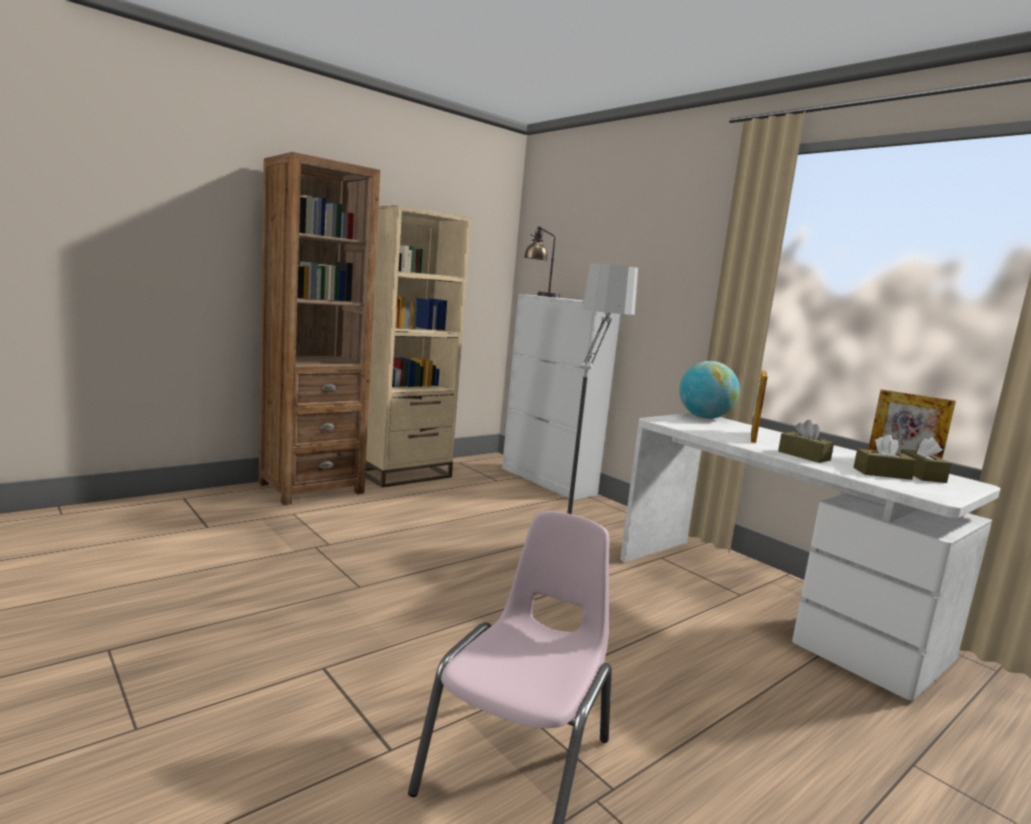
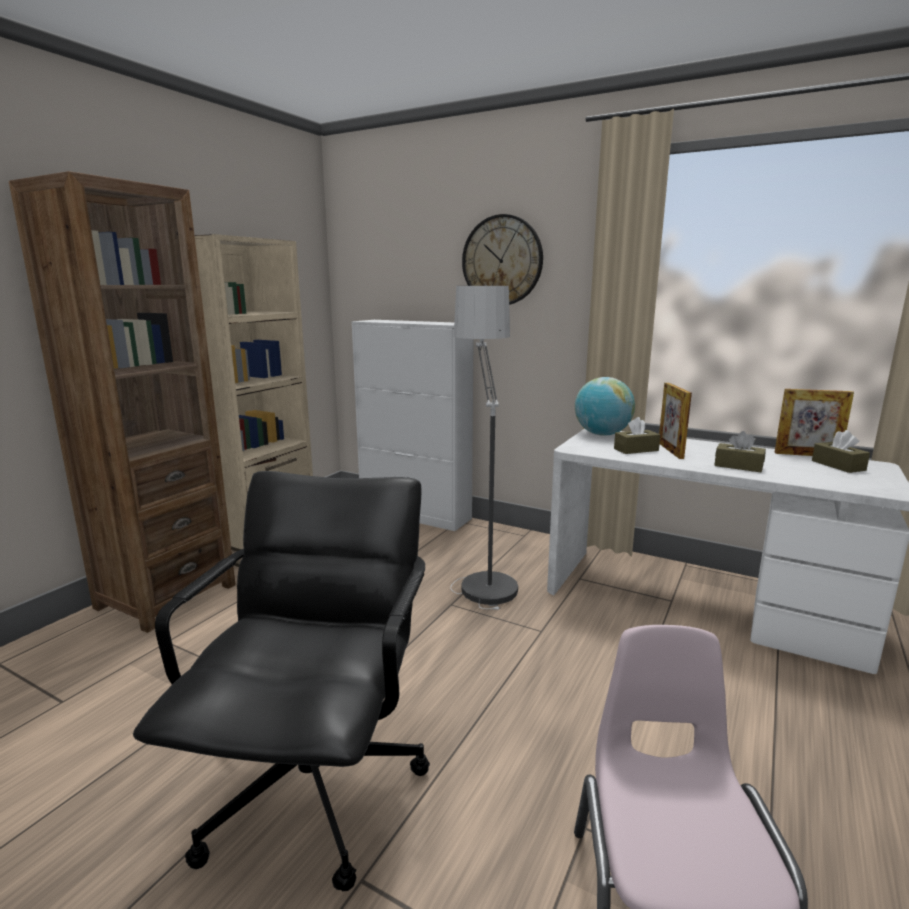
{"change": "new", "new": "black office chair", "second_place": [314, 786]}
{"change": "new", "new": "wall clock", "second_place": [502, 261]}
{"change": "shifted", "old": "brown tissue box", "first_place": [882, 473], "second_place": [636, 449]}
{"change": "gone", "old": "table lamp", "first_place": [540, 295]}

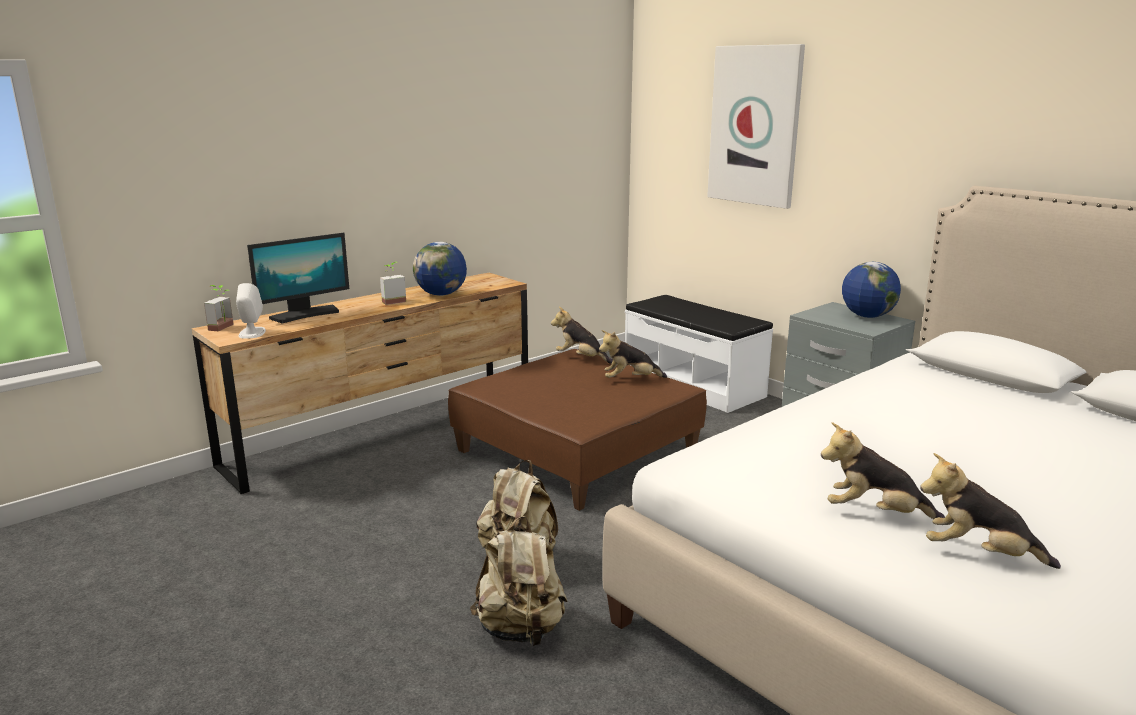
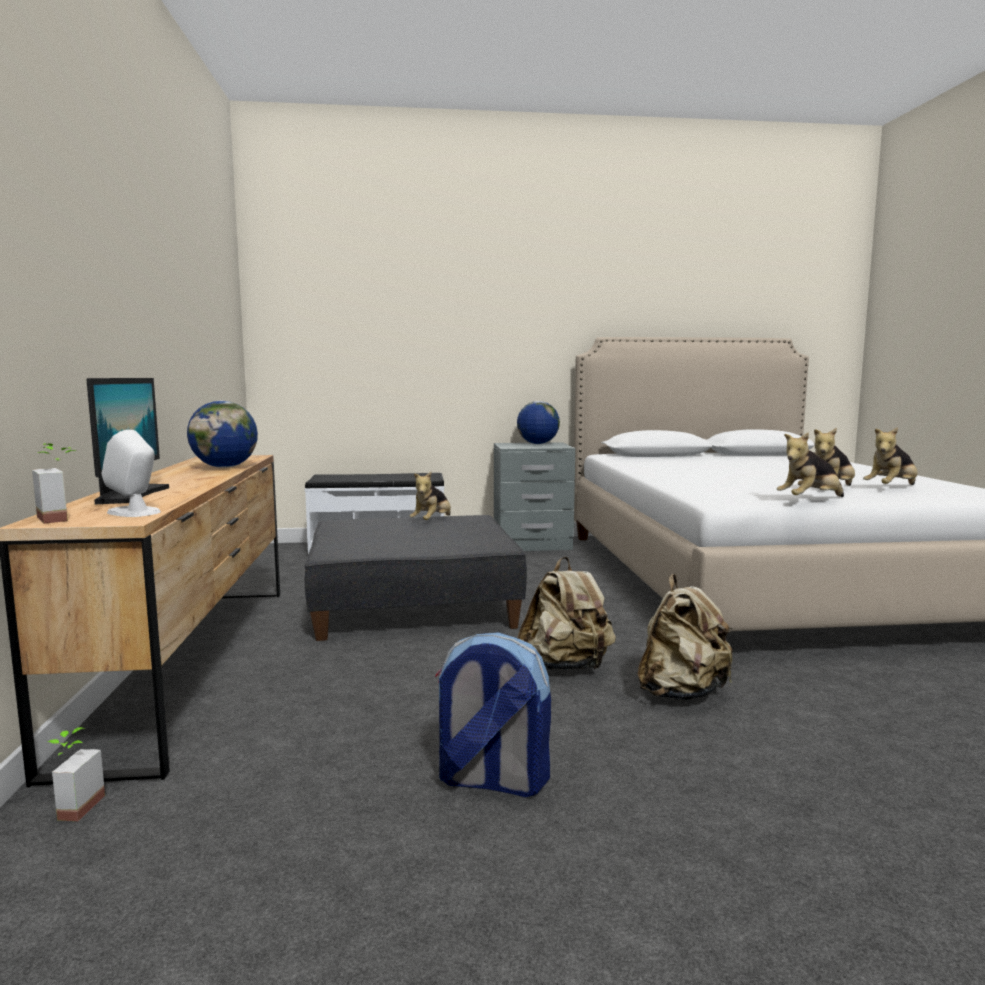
{"change": "shifted", "old": "potted plant", "first_place": [392, 301], "second_place": [73, 807]}
{"change": "repainted", "old": "brown ottoman", "new": "grey ottoman", "first_place": [578, 451], "second_place": [414, 603]}
{"change": "new", "new": "backpack", "second_place": [491, 780]}
{"change": "shifted", "old": "plush toy", "first_place": [581, 358], "second_place": [810, 500]}
{"change": "gone", "old": "picture", "first_place": [755, 126]}

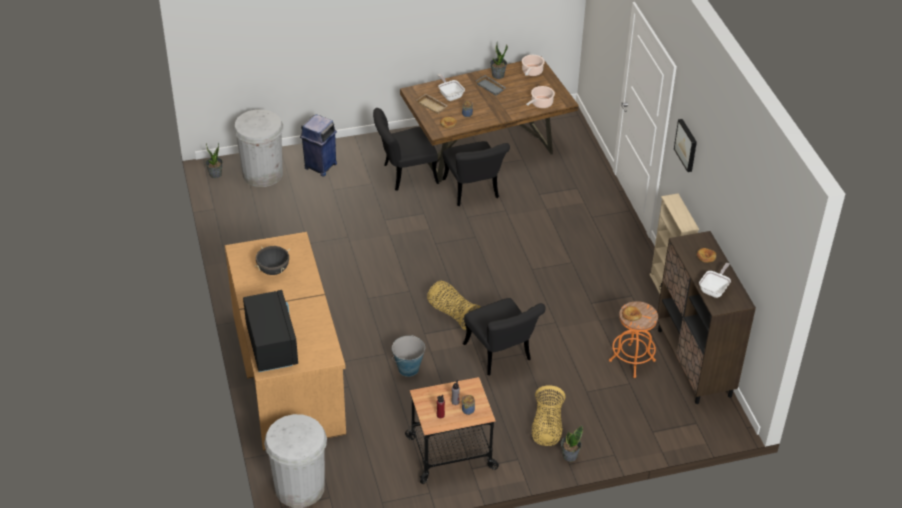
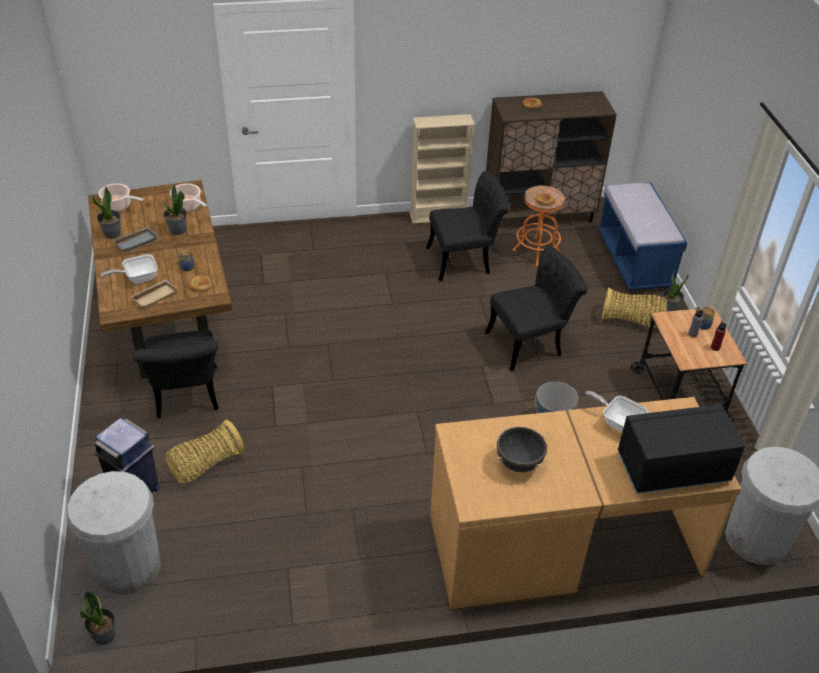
{"change": "new", "new": "potted plant", "second_place": [177, 230]}
{"change": "shifted", "old": "basket", "first_place": [452, 313], "second_place": [205, 465]}
{"change": "shifted", "old": "black chair", "first_place": [473, 192], "second_place": [465, 260]}
{"change": "shifted", "old": "frying pan", "first_place": [714, 289], "second_place": [618, 422]}
{"change": "new", "new": "blue bench", "second_place": [634, 261]}
{"change": "gone", "old": "picture", "first_place": [687, 145]}

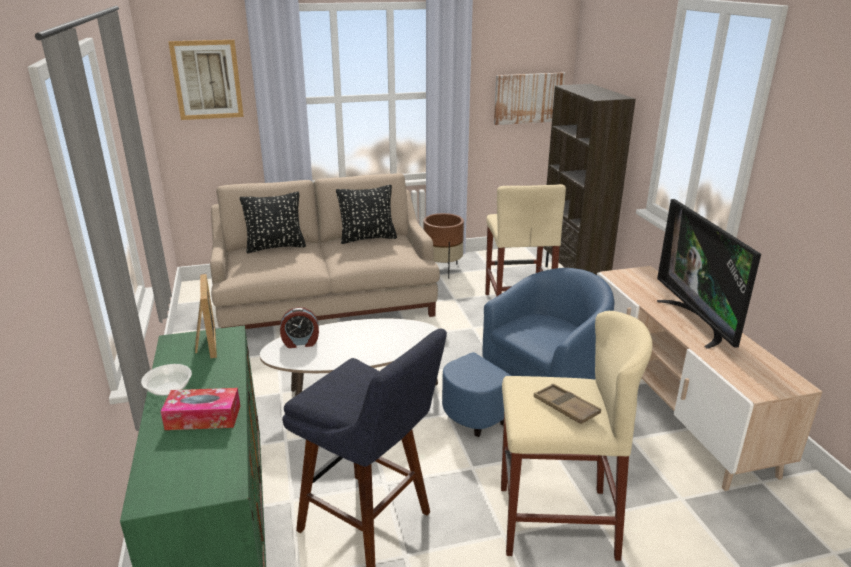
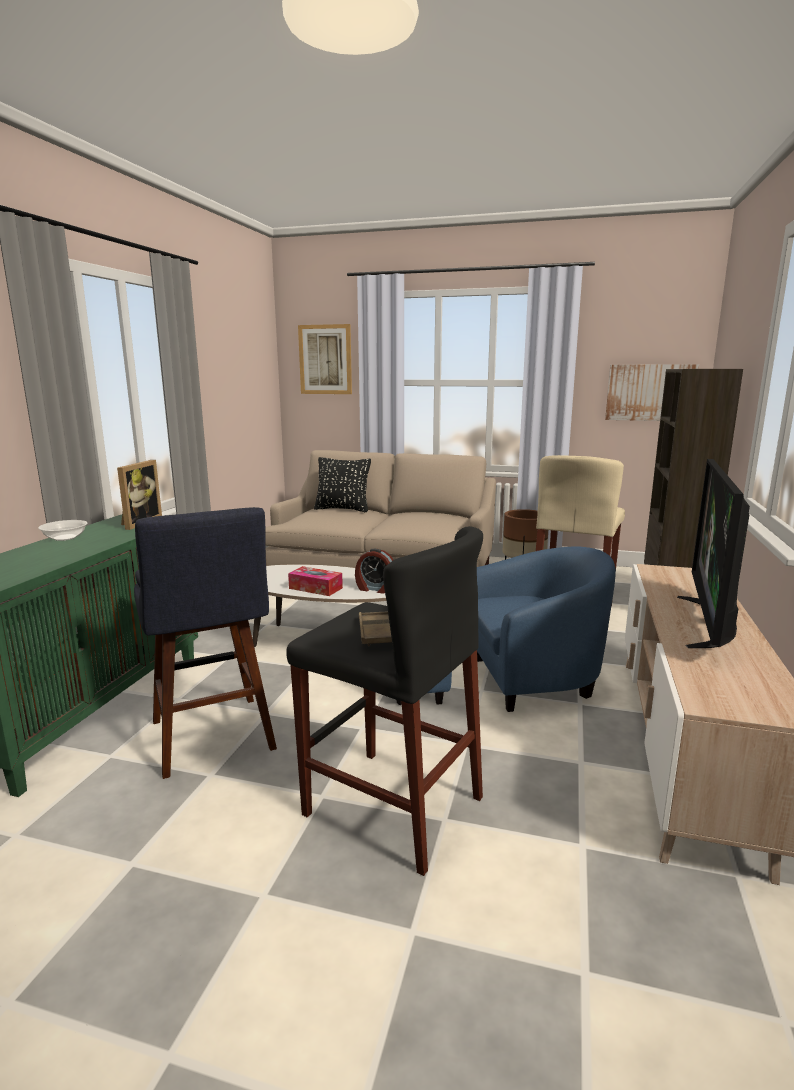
{"change": "repainted", "old": "beige stool", "new": "black stool", "first_place": [556, 521], "second_place": [393, 806]}
{"change": "shifted", "old": "tissue box", "first_place": [203, 417], "second_place": [315, 588]}
{"change": "shifted", "old": "alarm clock", "first_place": [300, 343], "second_place": [375, 589]}
{"change": "gone", "old": "black pillow", "first_place": [367, 238]}

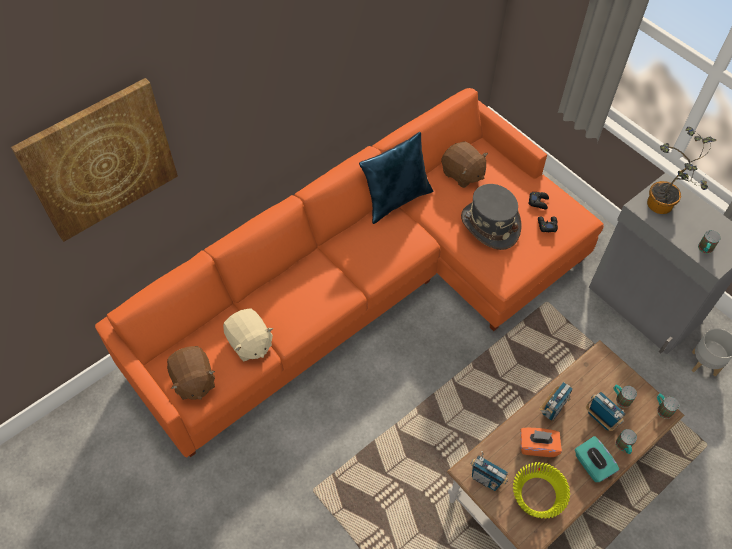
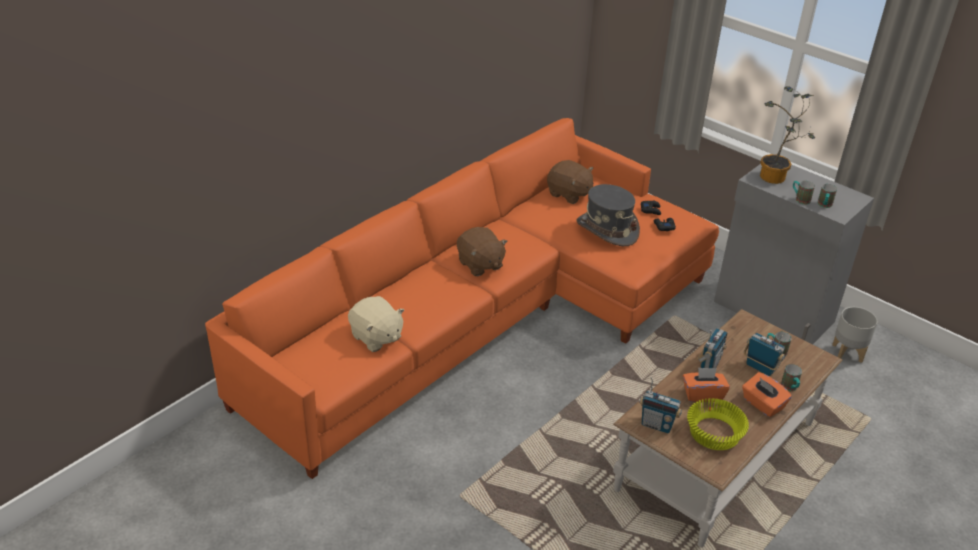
{"change": "shifted", "old": "brown plush toy", "first_place": [194, 381], "second_place": [480, 264]}
{"change": "repainted", "old": "turquoise tissue box", "new": "orange tissue box", "first_place": [592, 465], "second_place": [762, 404]}
{"change": "shifted", "old": "mug", "first_place": [662, 408], "second_place": [799, 199]}
{"change": "gone", "old": "picture", "first_place": [100, 160]}
{"change": "gone", "old": "blue pillow", "first_place": [396, 199]}

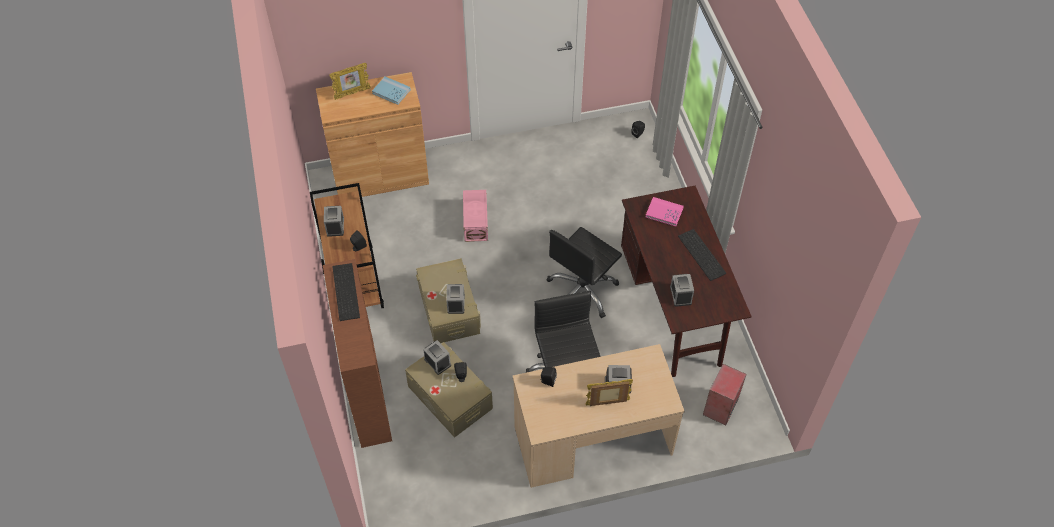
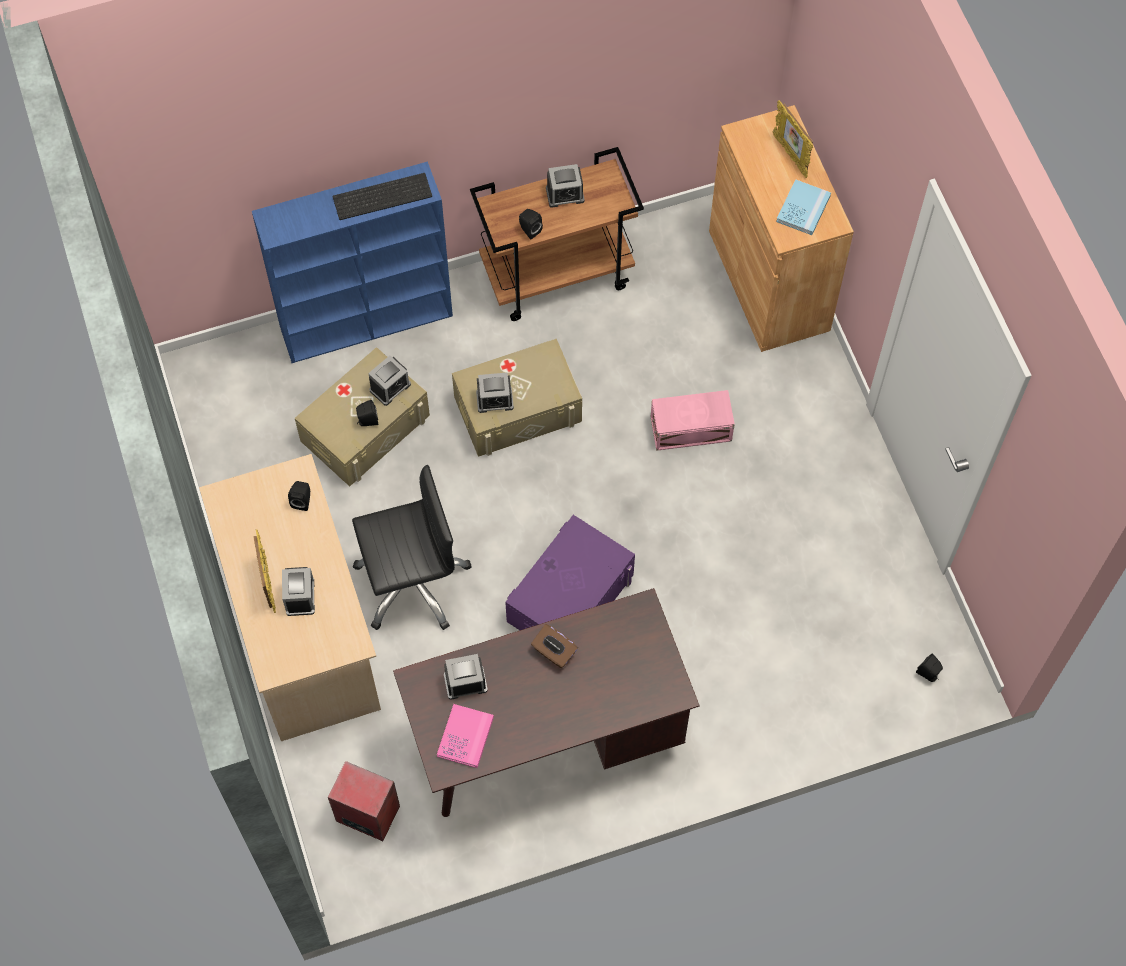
{"change": "repainted", "old": "brown bookcase", "new": "blue bookcase", "first_place": [367, 392], "second_place": [368, 320]}
{"change": "shifted", "old": "pink book", "first_place": [664, 213], "second_place": [465, 737]}
{"change": "swapped", "old": "black office chair", "new": "purple storage box", "first_place": [582, 291], "second_place": [570, 598]}
{"change": "new", "new": "brown tissue box", "second_place": [554, 652]}
{"change": "gone", "old": "keyboard", "first_place": [703, 255]}

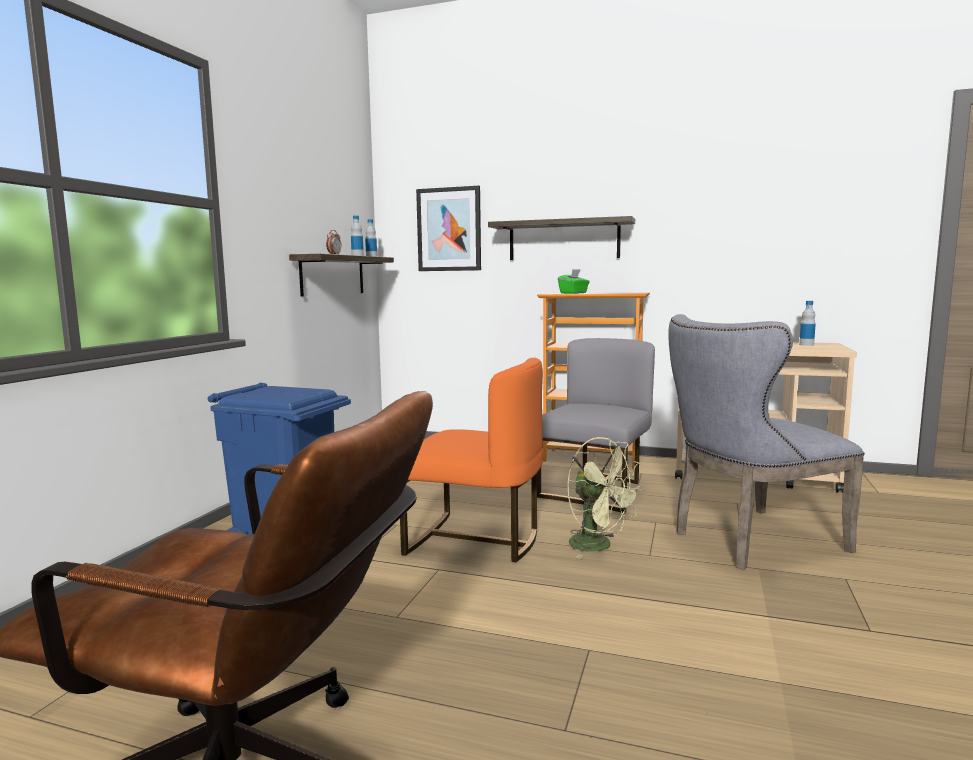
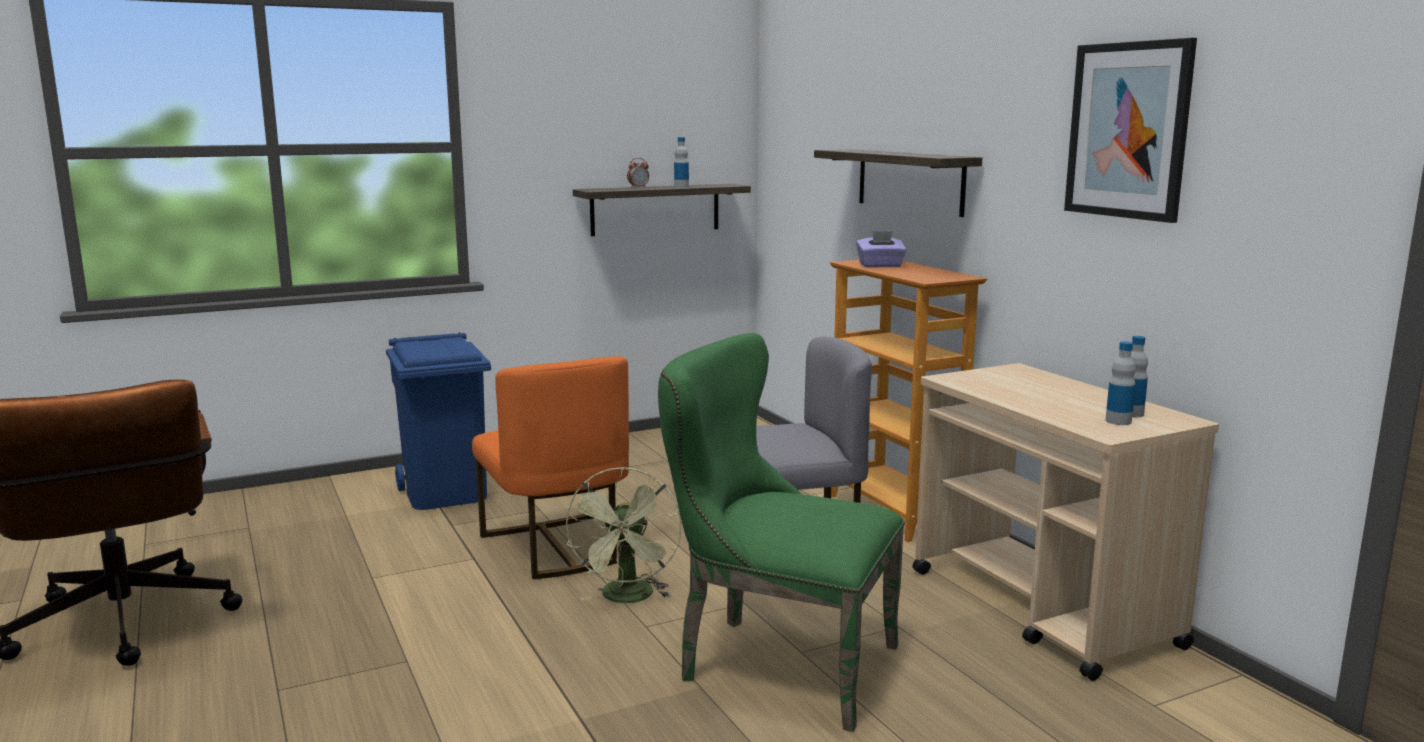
{"change": "repainted", "old": "grey chair", "new": "green chair", "first_place": [748, 541], "second_place": [774, 663]}
{"change": "repainted", "old": "green tissue box", "new": "purple tissue box", "first_place": [573, 293], "second_place": [880, 266]}
{"change": "shifted", "old": "picture", "first_place": [449, 229], "second_place": [1128, 130]}
{"change": "shifted", "old": "bottle", "first_place": [371, 257], "second_place": [1118, 421]}

